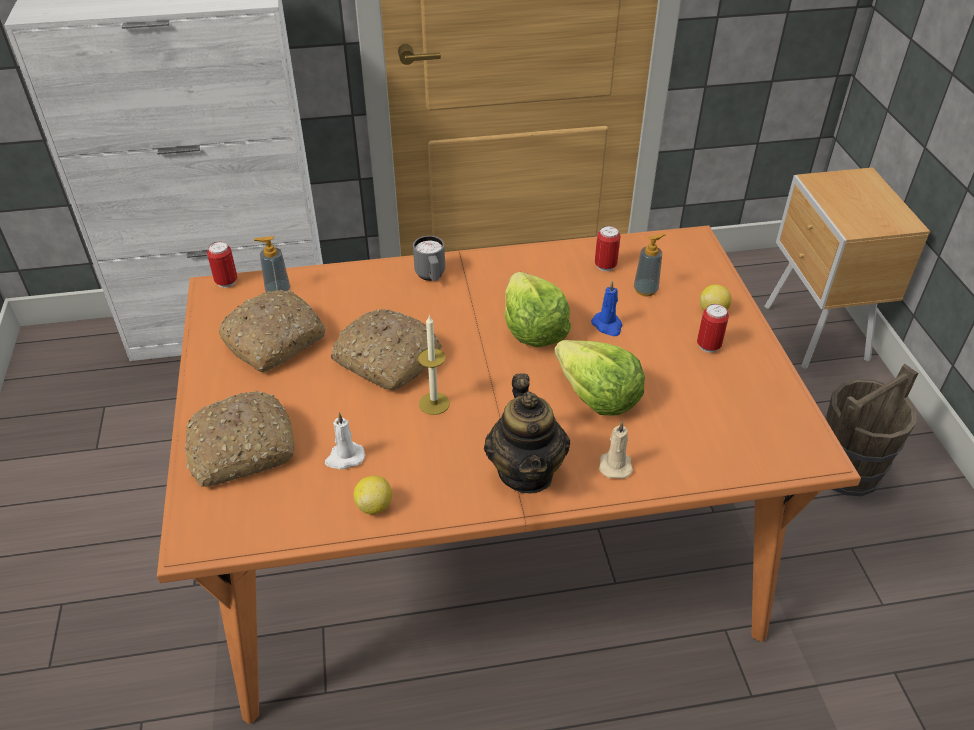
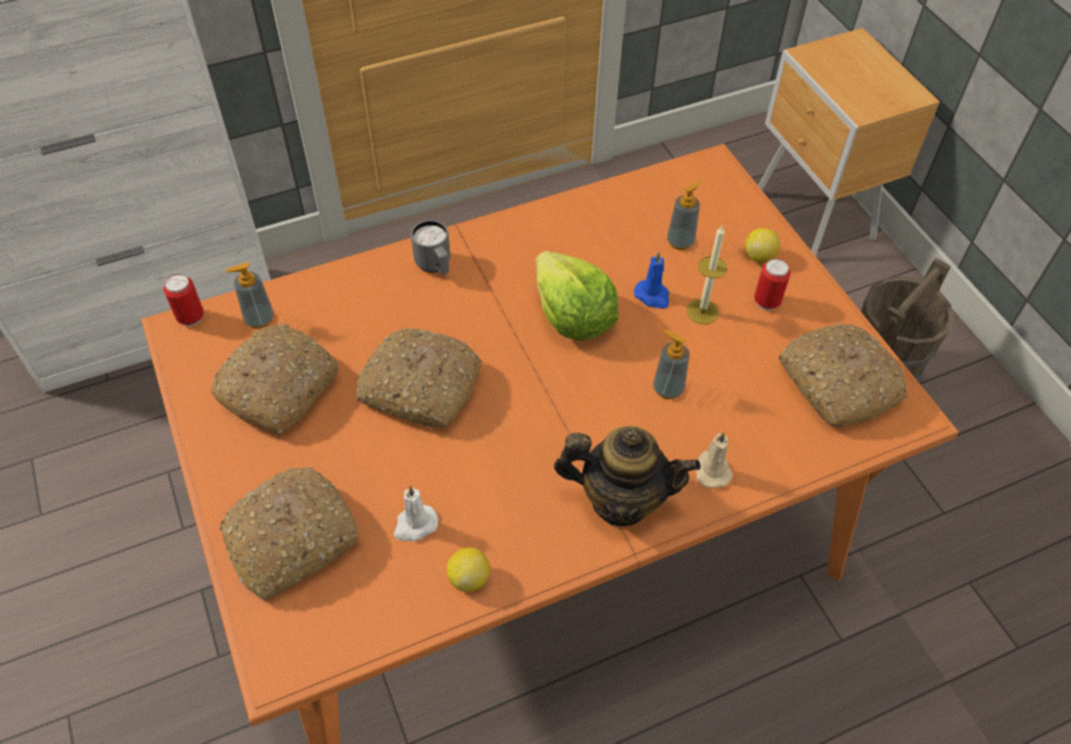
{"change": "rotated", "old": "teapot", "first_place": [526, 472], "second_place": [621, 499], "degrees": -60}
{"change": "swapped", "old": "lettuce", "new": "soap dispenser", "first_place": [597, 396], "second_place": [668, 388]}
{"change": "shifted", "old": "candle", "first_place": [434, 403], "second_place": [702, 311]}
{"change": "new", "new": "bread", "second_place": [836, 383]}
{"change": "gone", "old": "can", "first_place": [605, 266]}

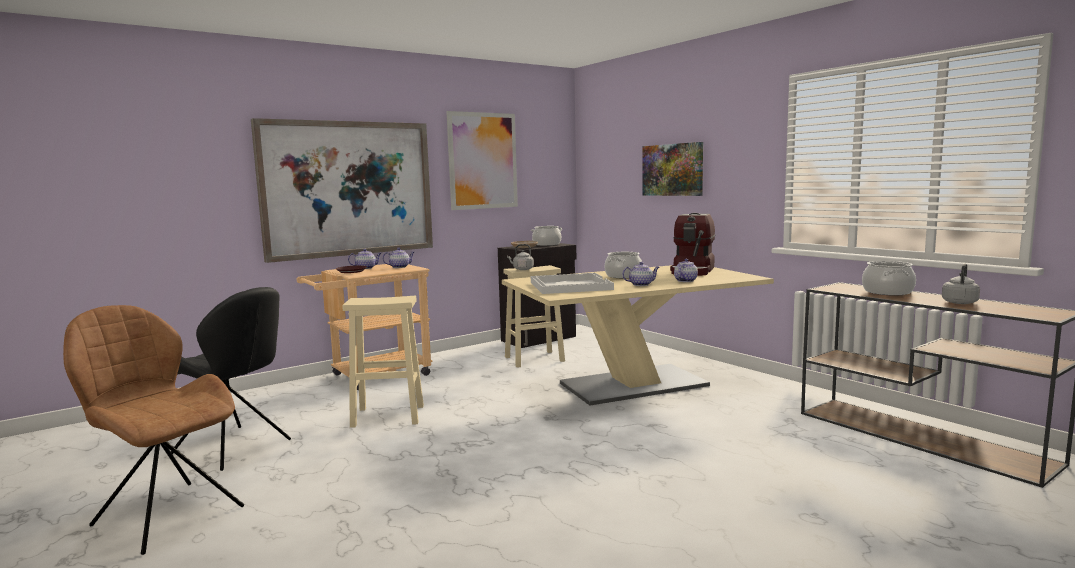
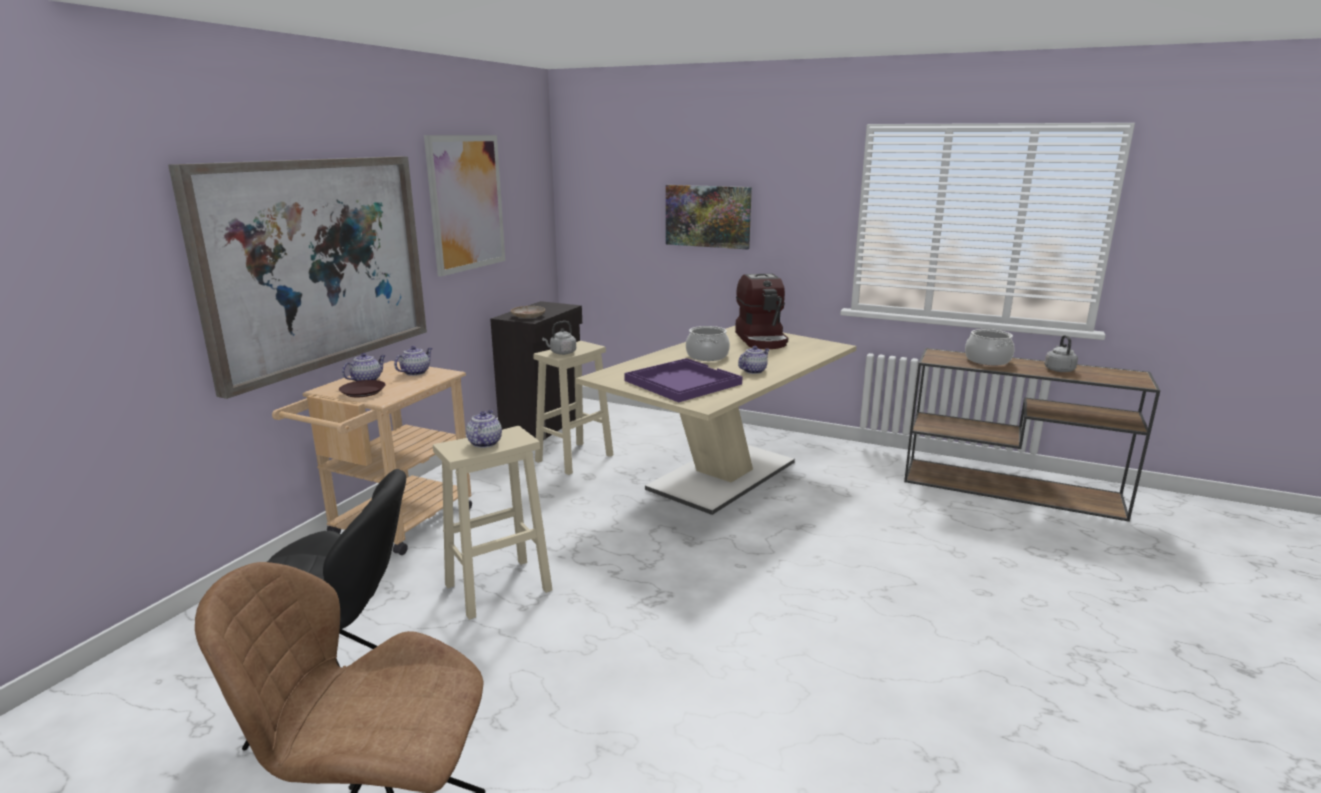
{"change": "shifted", "old": "teapot", "first_place": [685, 281], "second_place": [484, 443]}
{"change": "repainted", "old": "white tray", "new": "purple tray", "first_place": [569, 286], "second_place": [681, 382]}
{"change": "gone", "old": "cooking pot", "first_place": [547, 244]}

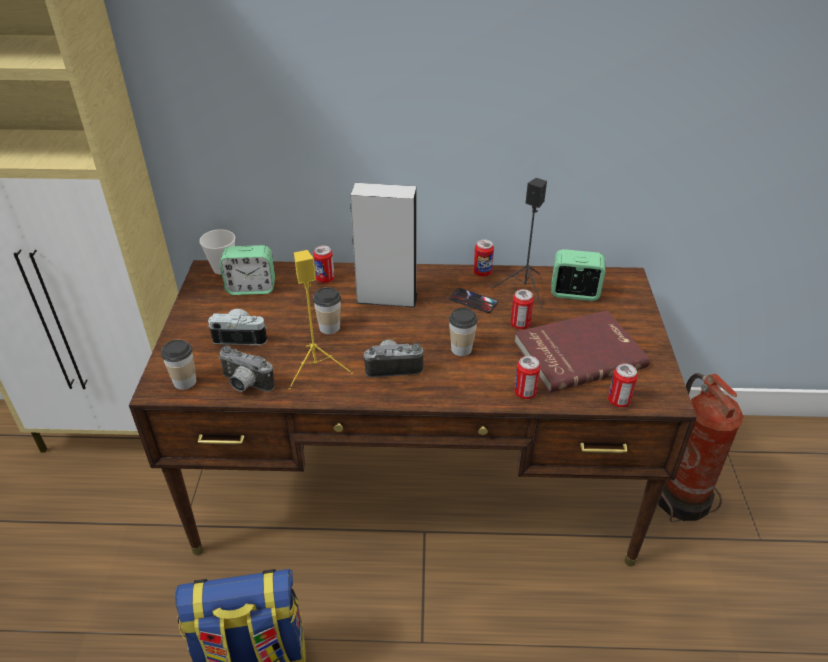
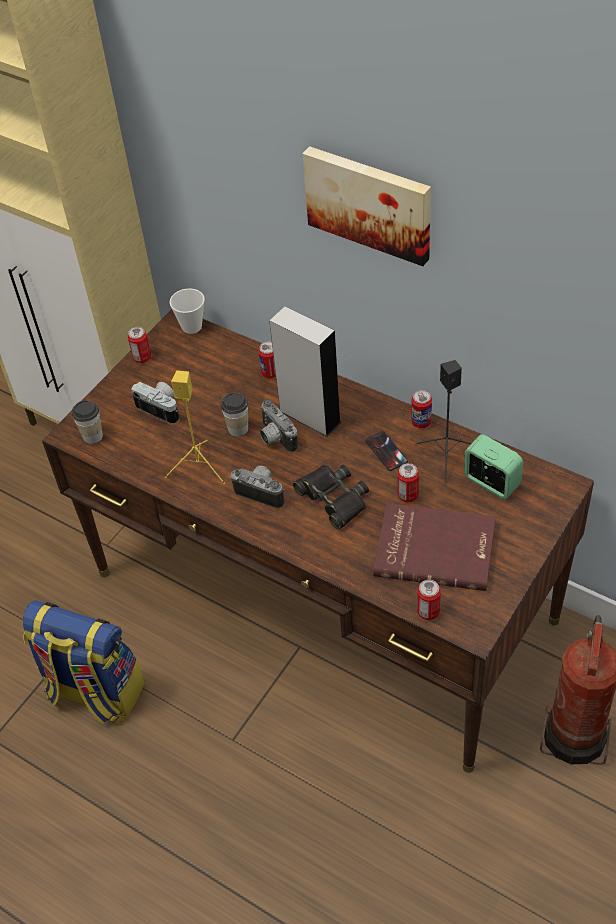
{"change": "shifted", "old": "can", "first_place": [525, 393], "second_place": [142, 358]}
{"change": "shifted", "old": "photo camera", "first_place": [245, 385], "second_place": [274, 438]}
{"change": "swapped", "old": "cup", "new": "black binoculars", "first_place": [461, 349], "second_place": [333, 498]}
{"change": "new", "new": "picture", "second_place": [369, 202]}
{"change": "gone", "old": "alarm clock", "first_place": [251, 288]}

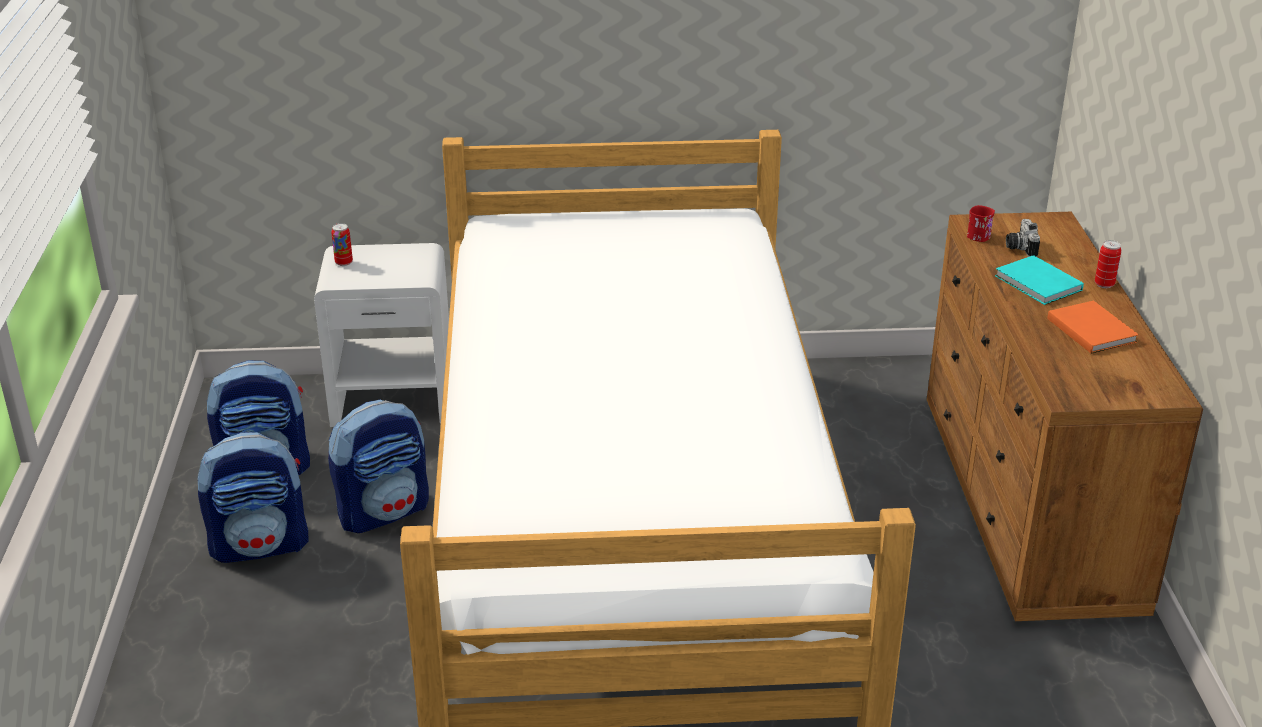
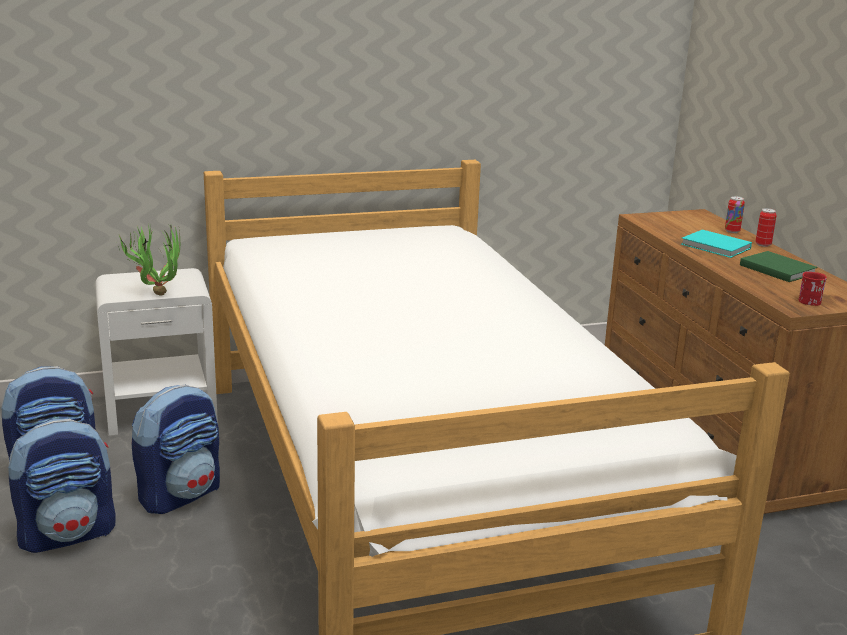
{"change": "new", "new": "potted plant", "second_place": [155, 292]}
{"change": "shifted", "old": "can", "first_place": [344, 263], "second_place": [732, 231]}
{"change": "repainted", "old": "orange book", "new": "green book", "first_place": [1091, 329], "second_place": [776, 269]}
{"change": "shifted", "old": "red mug", "first_place": [980, 235], "second_place": [809, 300]}
{"change": "gone", "old": "photo camera", "first_place": [1019, 248]}

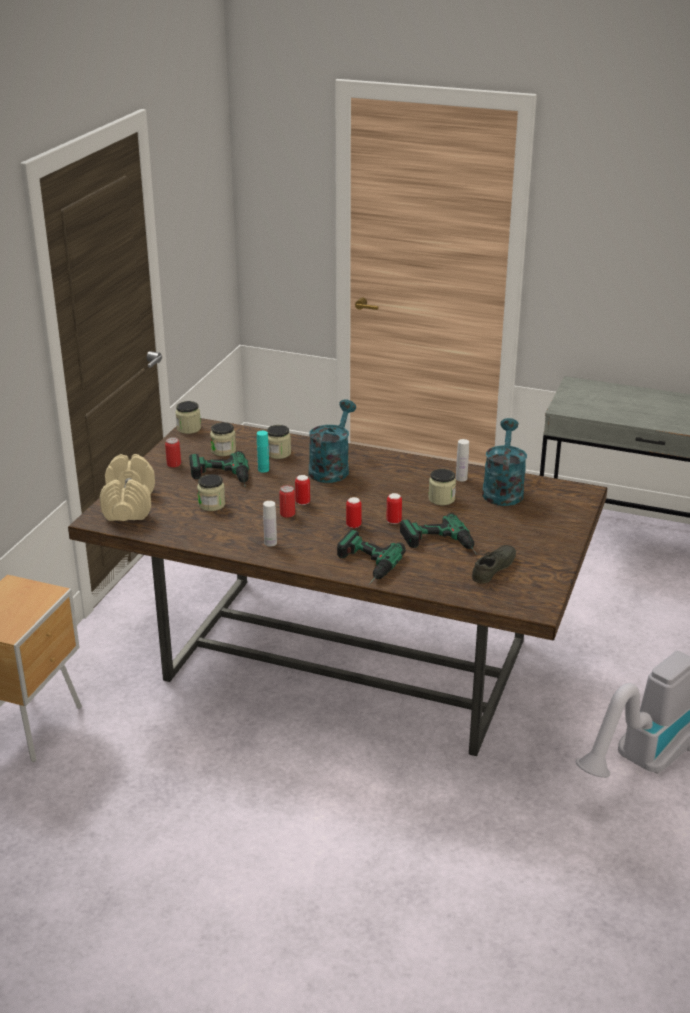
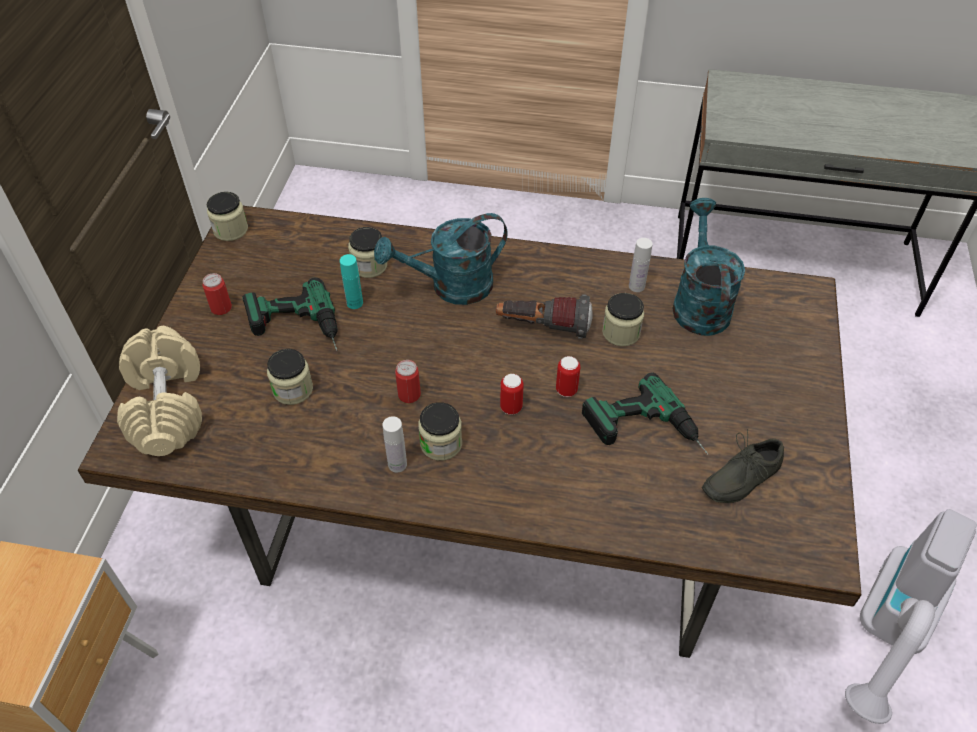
{"change": "rotated", "old": "turquoise watering can", "first_place": [331, 468], "second_place": [451, 287], "degrees": -120}
{"change": "shifted", "old": "jar", "first_place": [223, 451], "second_place": [441, 444]}
{"change": "new", "new": "flashlight", "second_place": [543, 328]}
{"change": "rotated", "old": "grey shoe", "first_place": [495, 569], "second_place": [738, 476], "degrees": -150}
{"change": "gone", "old": "can", "first_place": [302, 502]}
{"change": "gone", "old": "power drill", "first_place": [363, 566]}

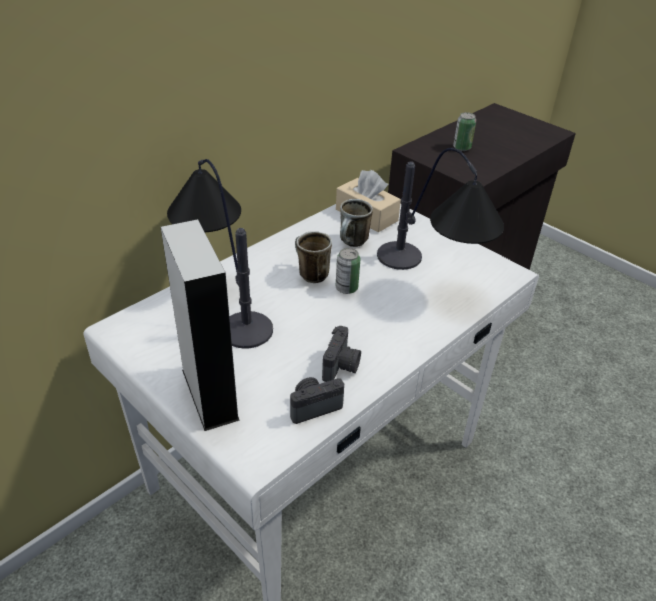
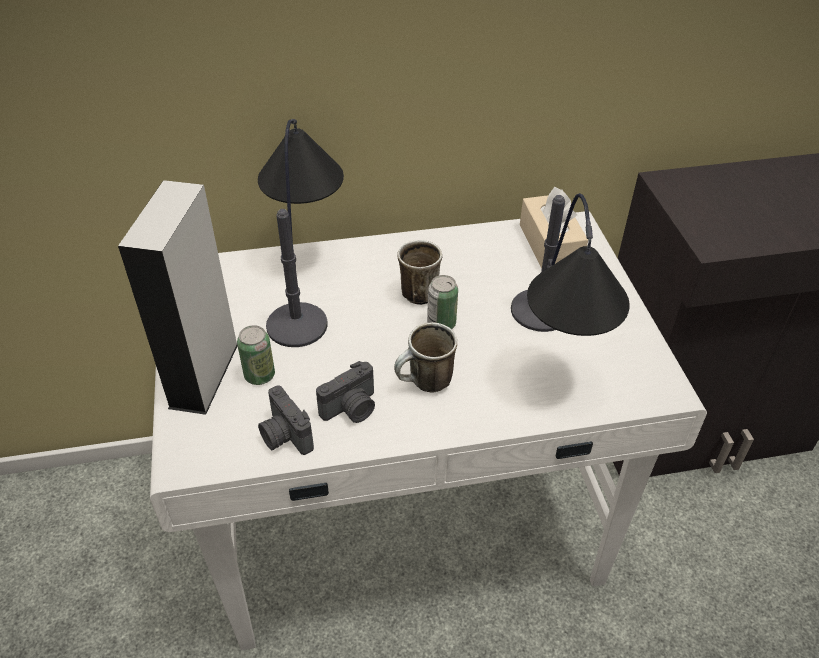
{"change": "shifted", "old": "can", "first_place": [462, 148], "second_place": [259, 375]}
{"change": "rotated", "old": "photo camera", "first_place": [313, 406], "second_place": [284, 436], "degrees": -135}
{"change": "shifted", "old": "mug", "first_place": [352, 244], "second_place": [425, 384]}

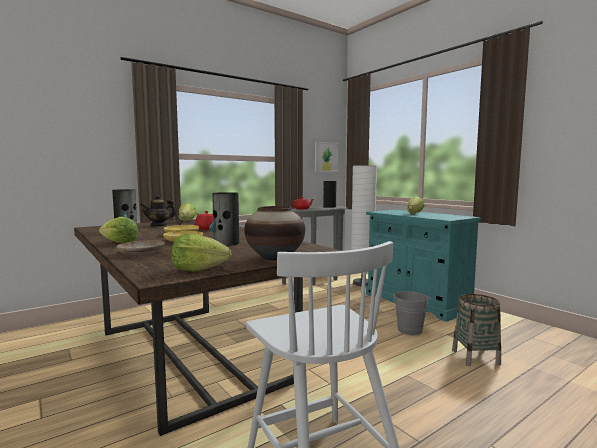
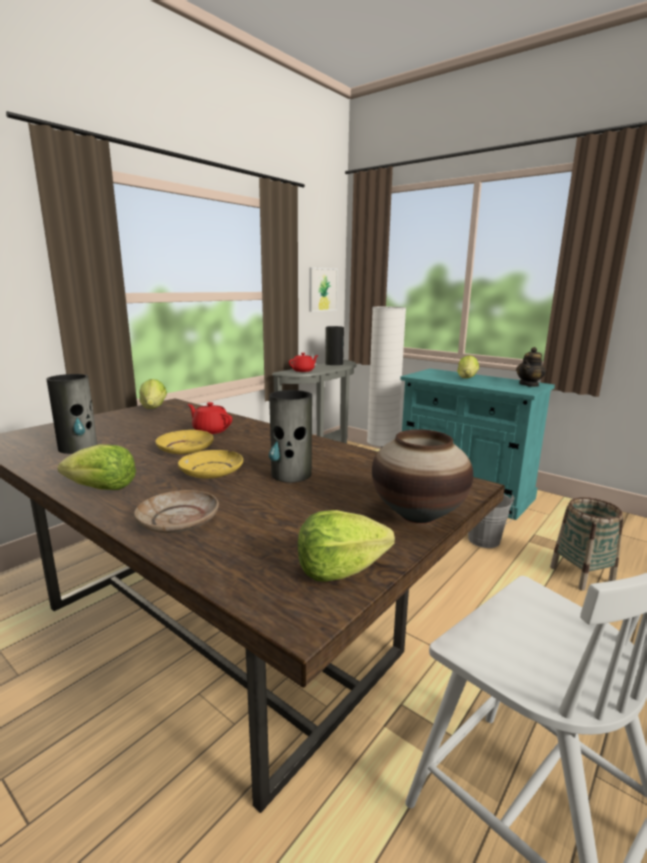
{"change": "shifted", "old": "teapot", "first_place": [159, 225], "second_place": [529, 384]}

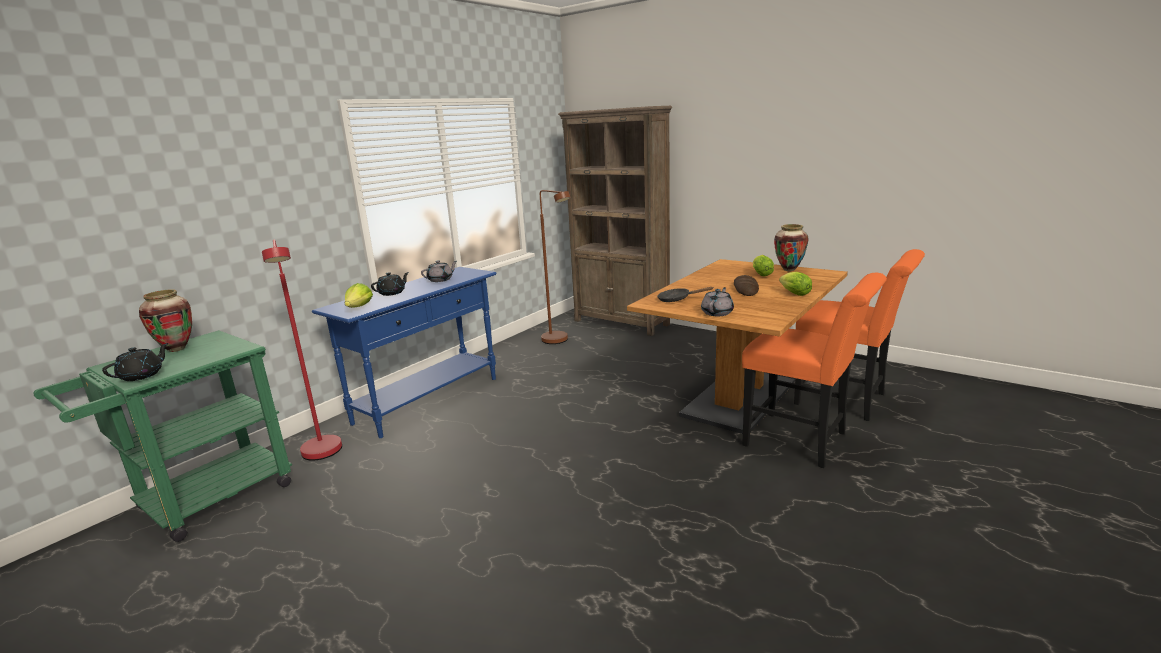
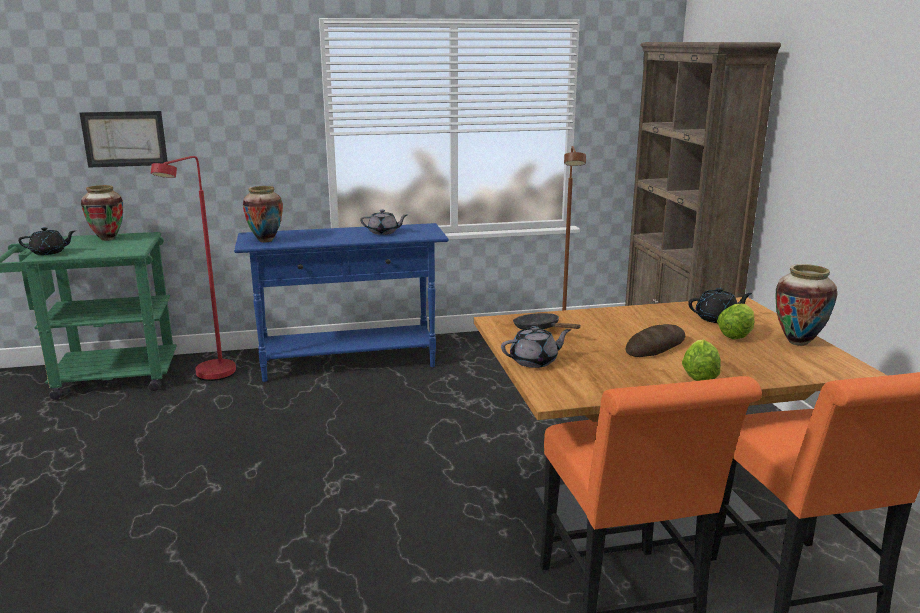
{"change": "new", "new": "picture", "second_place": [125, 139]}
{"change": "swapped", "old": "lettuce", "new": "vase", "first_place": [359, 307], "second_place": [265, 241]}
{"change": "shifted", "old": "black teapot", "first_place": [392, 293], "second_place": [717, 318]}

